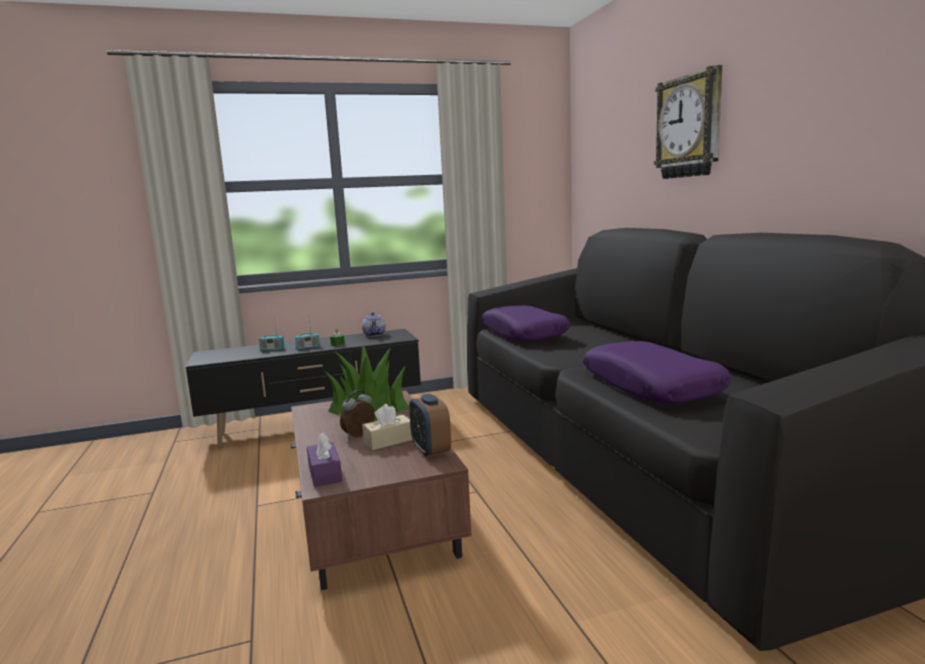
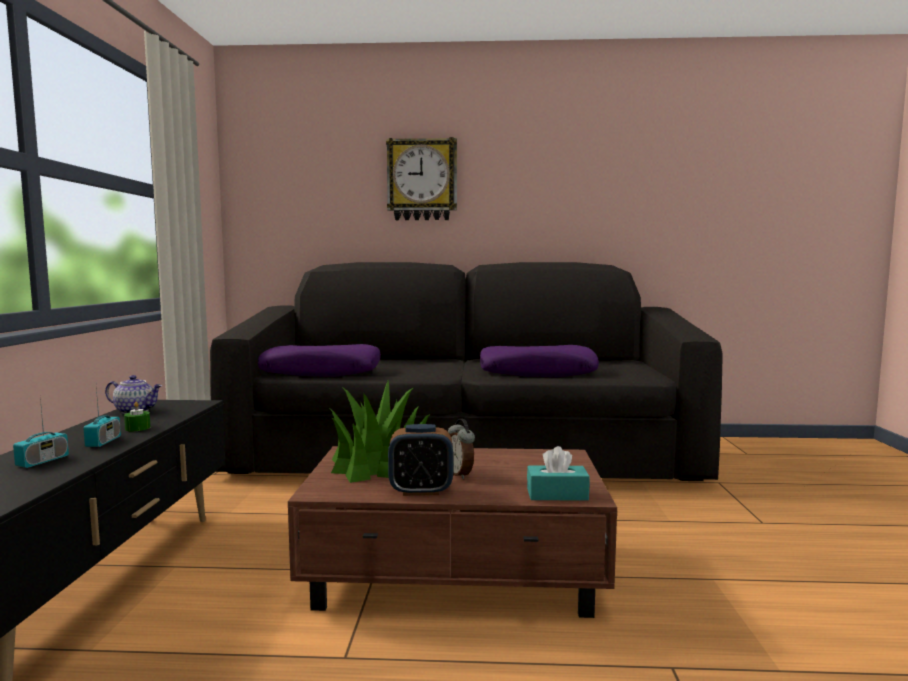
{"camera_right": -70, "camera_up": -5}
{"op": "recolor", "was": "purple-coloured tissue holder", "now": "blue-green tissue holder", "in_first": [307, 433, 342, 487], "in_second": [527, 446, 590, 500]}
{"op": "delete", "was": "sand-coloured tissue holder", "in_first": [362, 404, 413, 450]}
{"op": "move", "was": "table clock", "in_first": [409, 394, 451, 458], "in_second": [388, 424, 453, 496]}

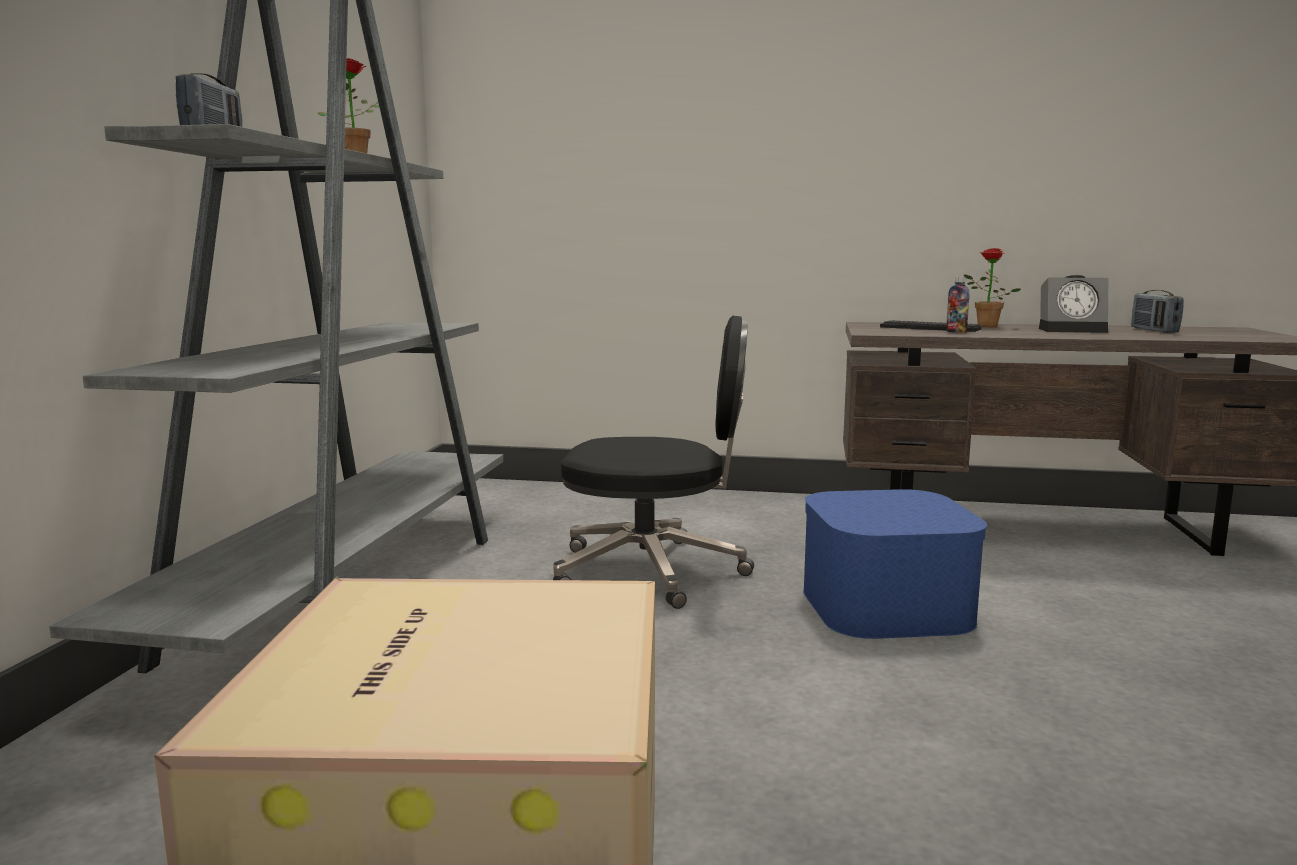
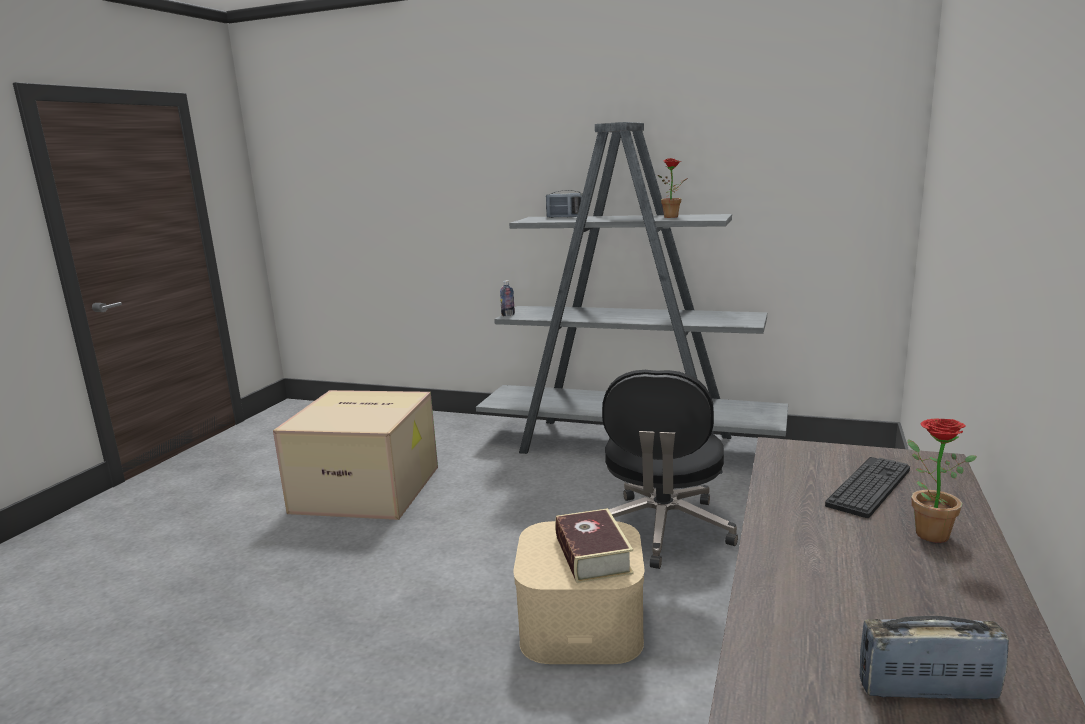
{"camera_right": 100, "camera_up": 5}
{"op": "recolor", "was": "blue storage box", "now": "sand-coloured storage box", "in_first": [803, 489, 987, 639], "in_second": [513, 521, 645, 664]}
{"op": "move", "was": "drink bottle", "in_first": [946, 276, 970, 333], "in_second": [500, 281, 515, 316]}
{"op": "delete", "was": "table clock", "in_first": [1039, 275, 1108, 333]}
{"op": "insert", "now": "volume", "in_second": [555, 508, 634, 583]}

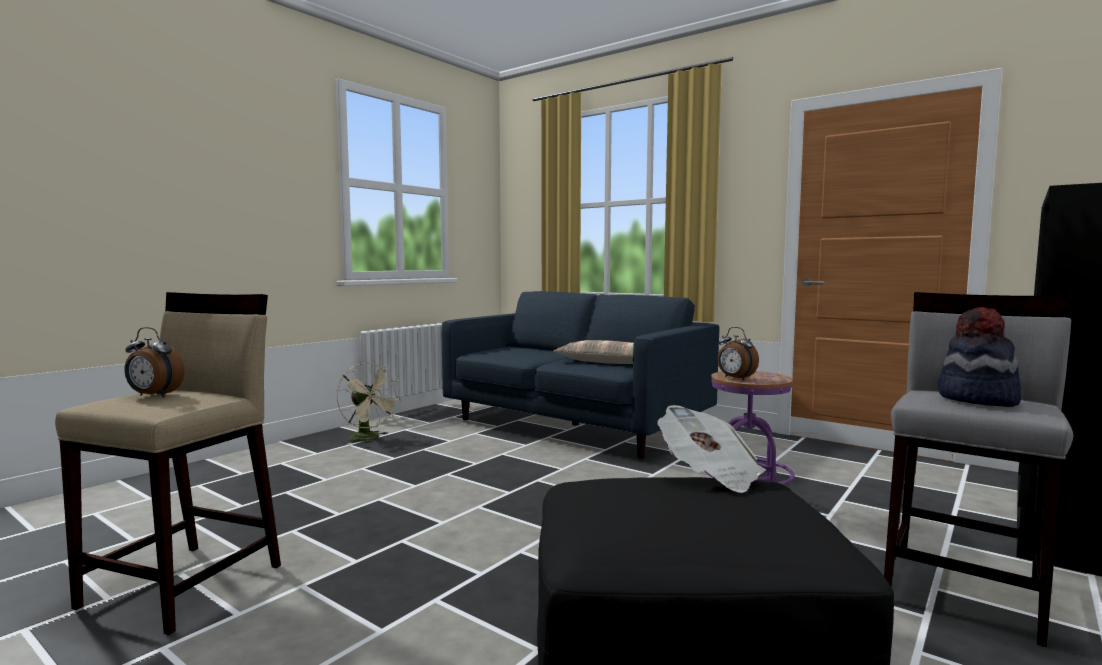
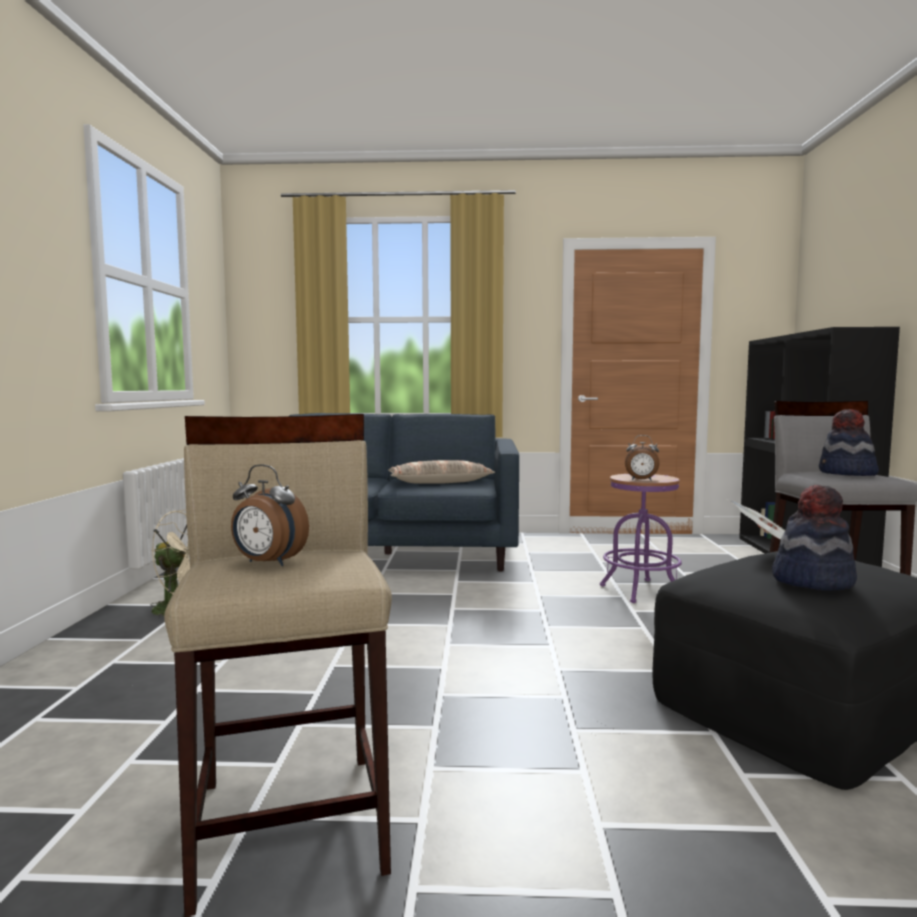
{"camera_right": -35, "camera_up": 0}
{"op": "rotate", "was": "table clock", "in_first": [124, 327, 184, 397], "in_second": [231, 464, 309, 566], "clockwise": 45}
{"op": "insert", "now": "wearable hat", "in_second": [772, 485, 857, 590]}

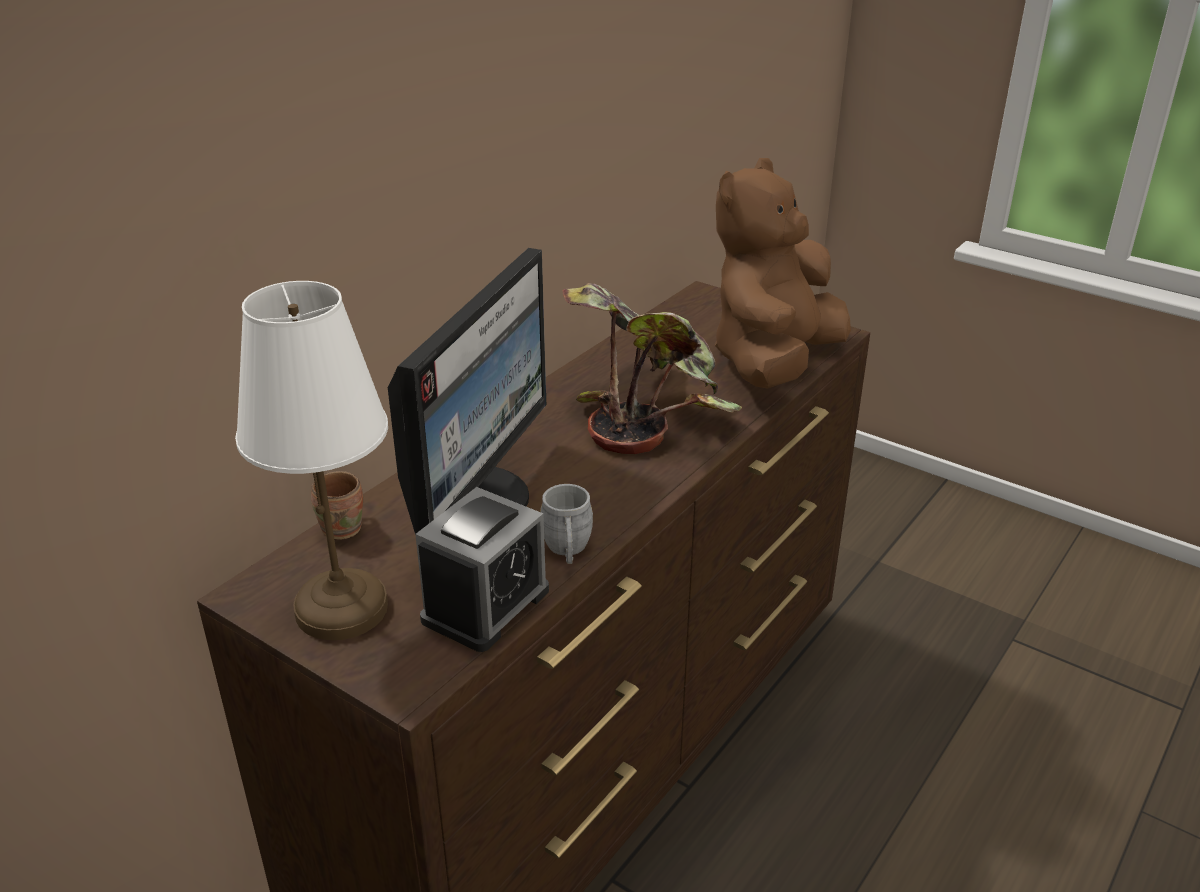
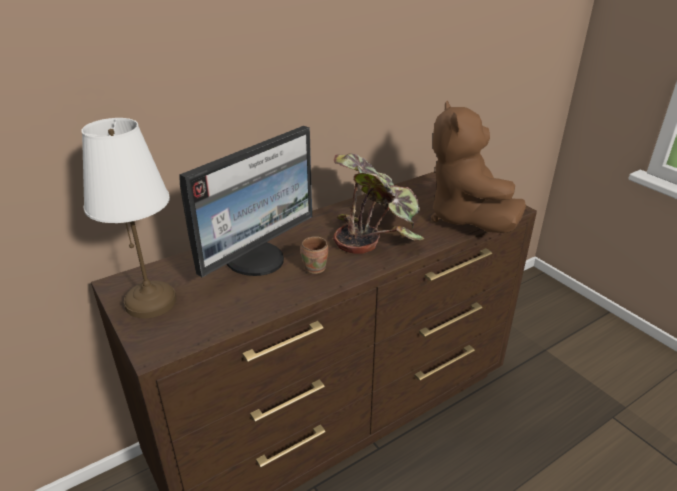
{"camera_right": 20, "camera_up": 0}
{"op": "move", "was": "brownish tea mug", "in_first": [311, 471, 363, 539], "in_second": [301, 236, 329, 274]}
{"op": "delete", "was": "table clock", "in_first": [415, 487, 549, 652]}
{"op": "delete", "was": "gray tea mug", "in_first": [540, 484, 593, 564]}
{"op": "rotate", "was": "brownish plush toy", "in_first": [715, 158, 851, 389], "in_second": [431, 100, 526, 233], "clockwise": -60}

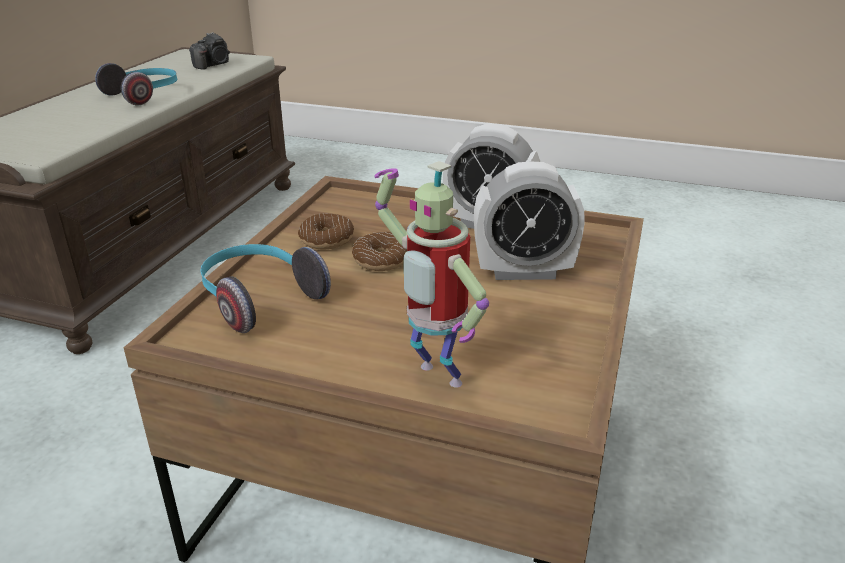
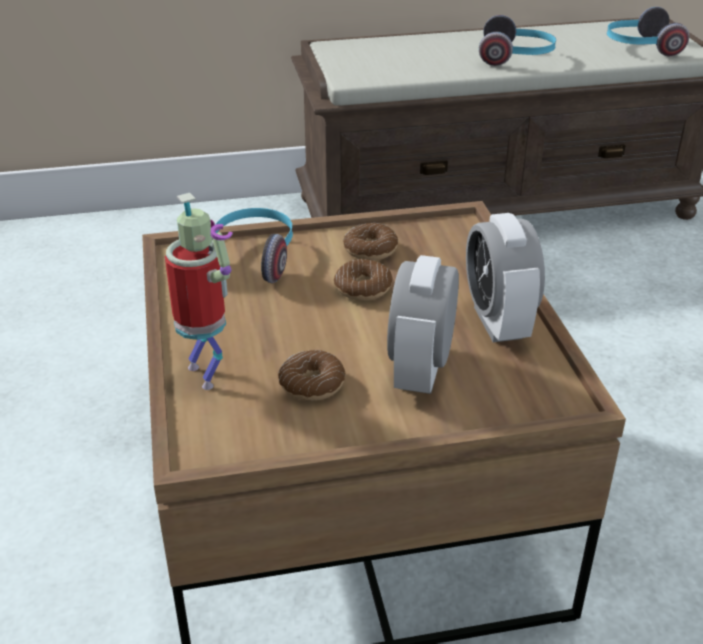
{"camera_right": 60, "camera_up": 5}
{"op": "replace", "was": "photo camera", "now": "headphones", "in_first": [189, 32, 230, 70], "in_second": [607, 7, 689, 56]}
{"op": "rotate", "was": "toy robot", "in_first": [374, 161, 489, 388], "in_second": [165, 193, 233, 390], "clockwise": 135}
{"op": "rotate", "was": "table clock", "in_first": [474, 162, 585, 280], "in_second": [387, 255, 459, 394], "clockwise": 45}
{"op": "insert", "now": "doughnut", "in_second": [278, 350, 346, 401]}

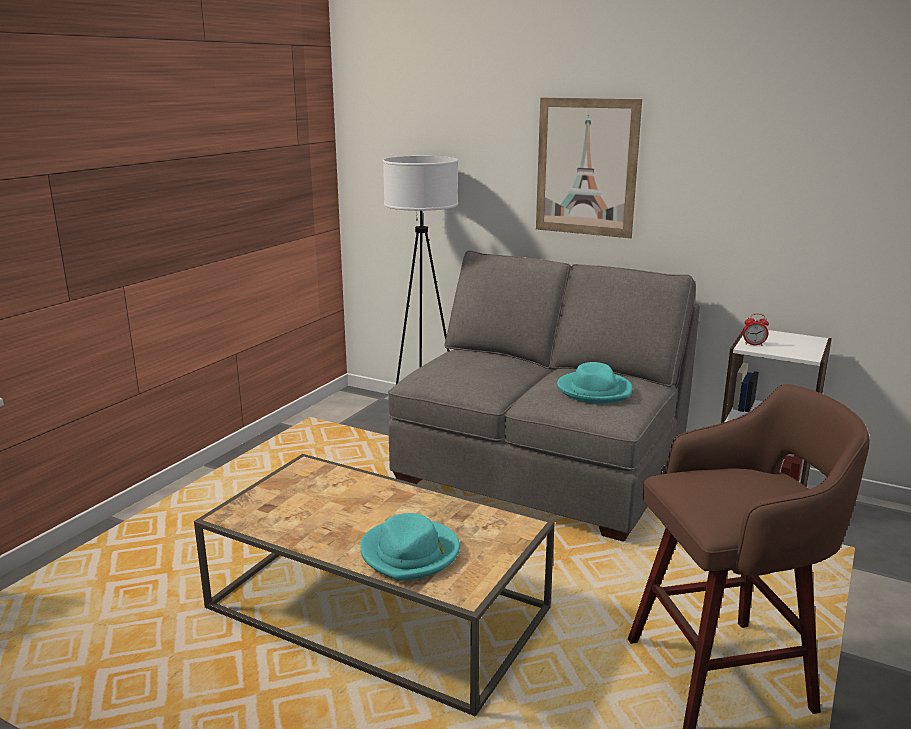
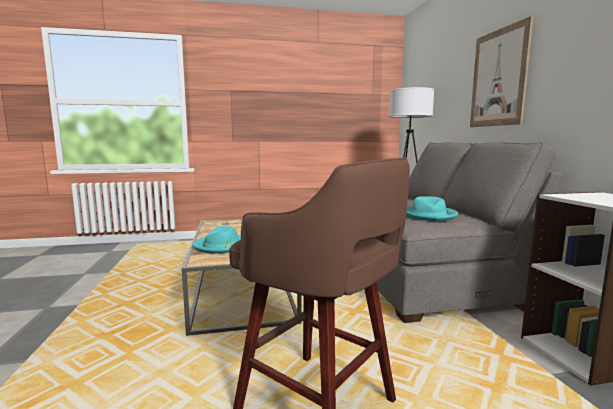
{"camera_right": 50, "camera_up": -10}
{"op": "delete", "was": "table clock", "in_first": [743, 314, 769, 346]}

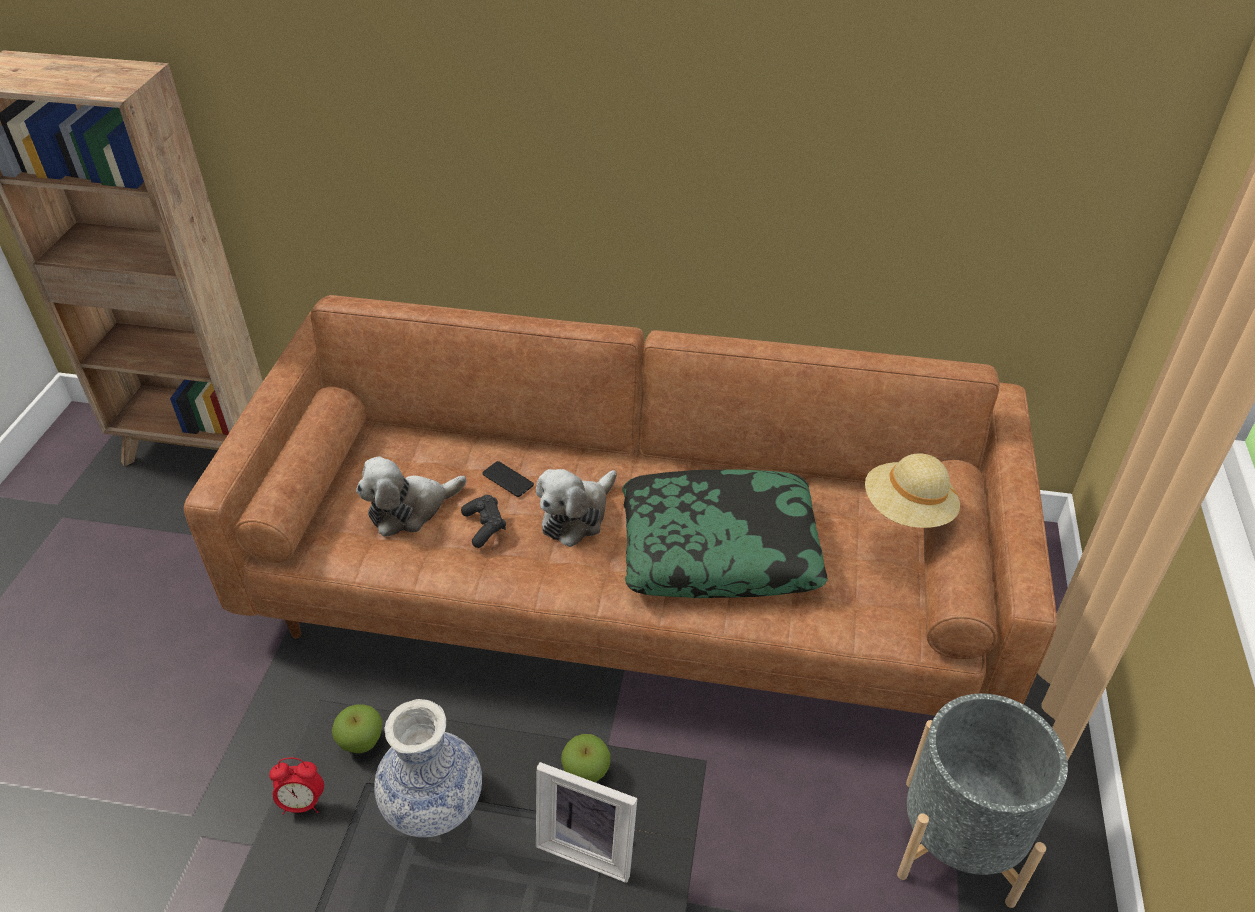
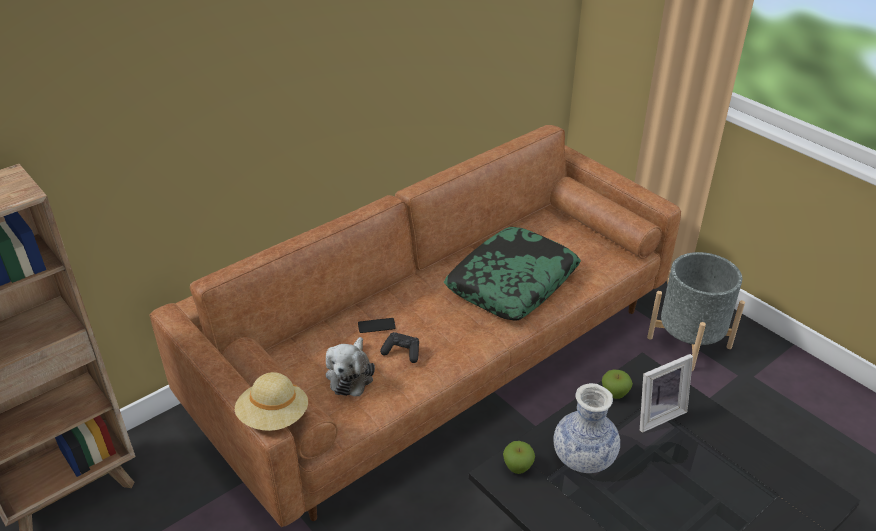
{"camera_right": -50, "camera_up": -5}
{"op": "delete", "was": "table clock", "in_first": [269, 758, 324, 815]}
{"op": "delete", "was": "plush toy", "in_first": [536, 469, 617, 547]}
{"op": "move", "was": "sand-coloured wearable hat", "in_first": [865, 453, 960, 528], "in_second": [235, 372, 308, 431]}

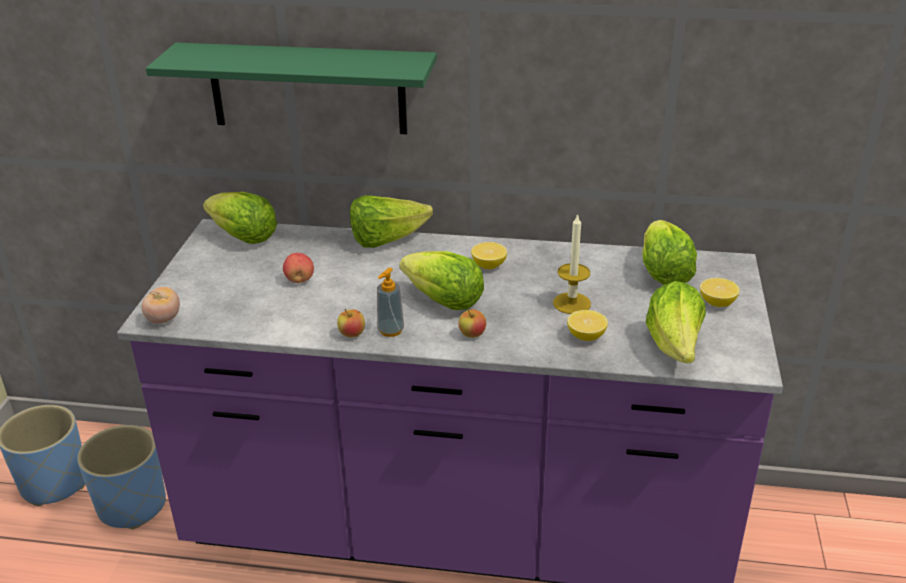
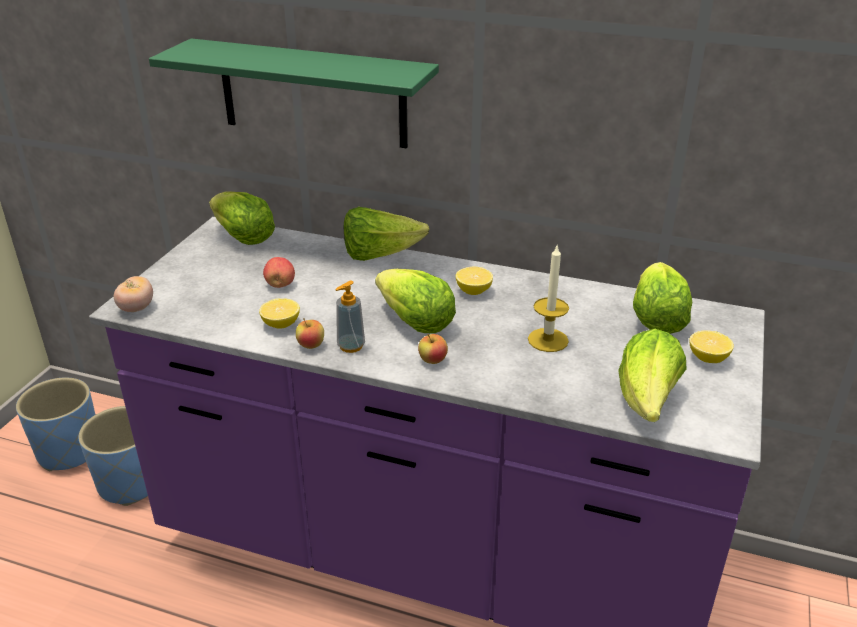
{"camera_right": 10, "camera_up": 0}
{"op": "move", "was": "lemon", "in_first": [567, 310, 608, 341], "in_second": [259, 298, 300, 329]}

